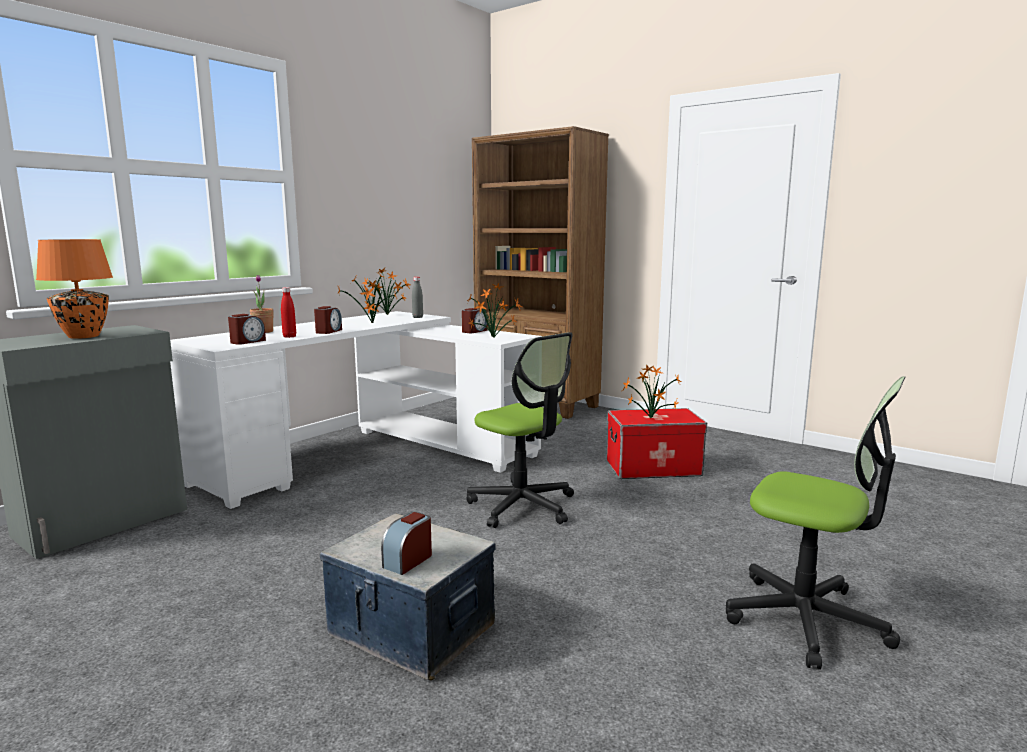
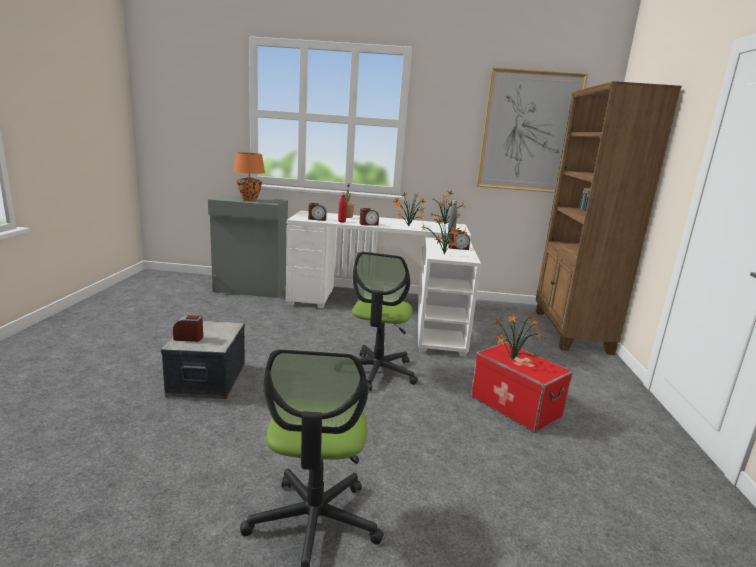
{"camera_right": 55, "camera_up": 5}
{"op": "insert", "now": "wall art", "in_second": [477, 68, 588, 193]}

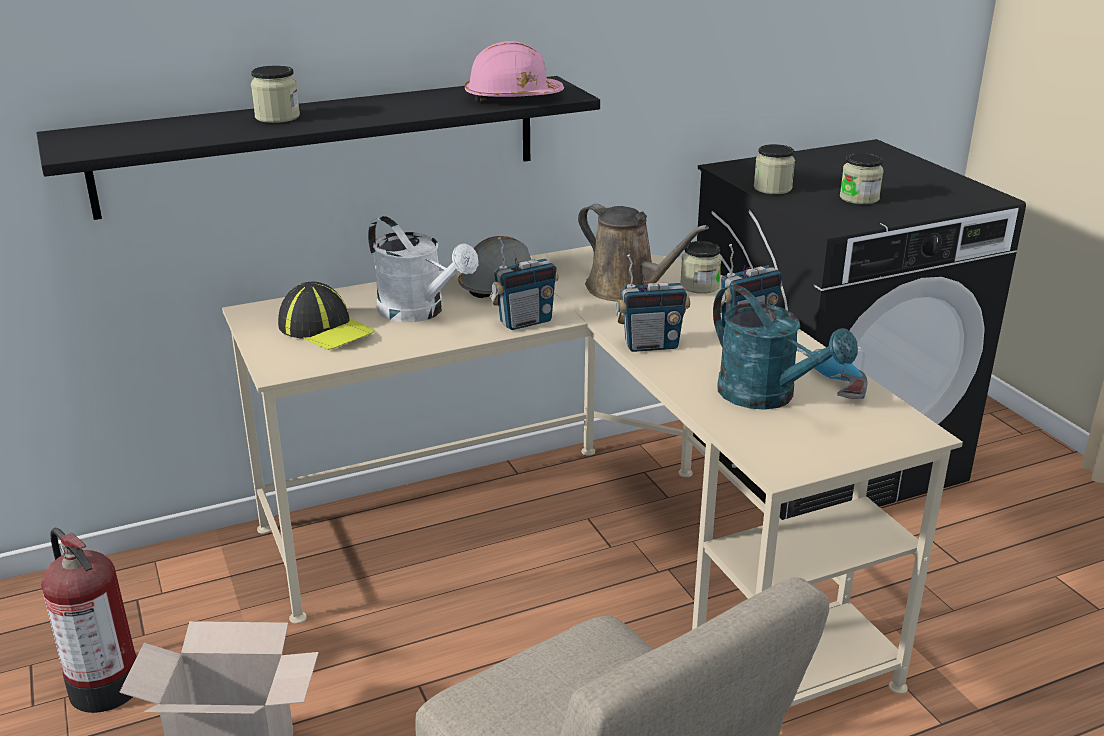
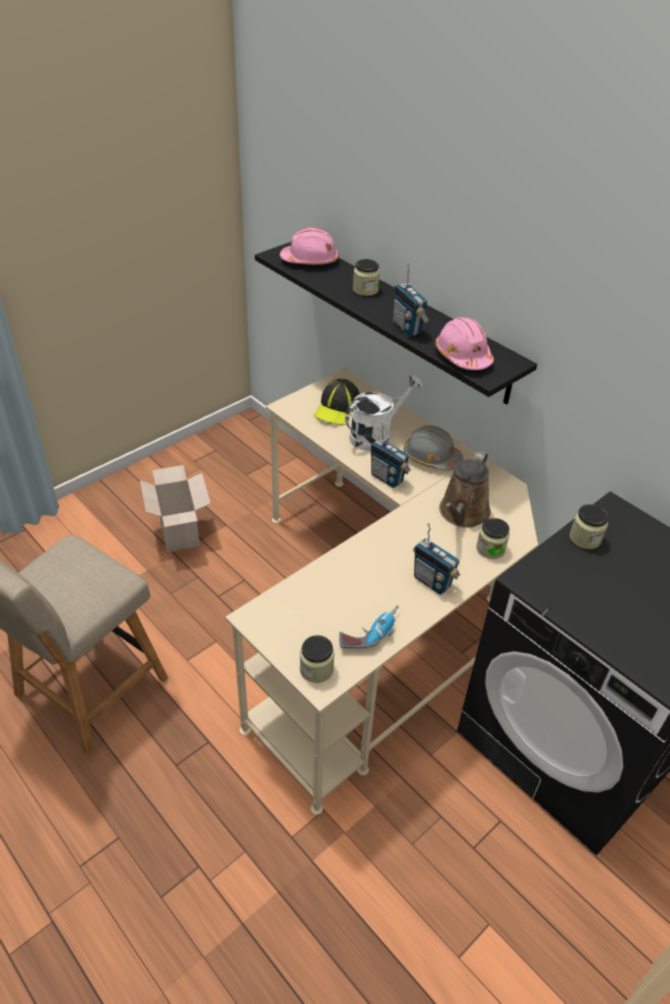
{"camera_right": 70, "camera_up": 15}
{"op": "delete", "was": "extinguisher", "in_first": [41, 528, 136, 713]}
{"op": "rotate", "was": "white-coloured watering pot", "in_first": [368, 216, 478, 322], "in_second": [345, 375, 423, 451], "clockwise": -150}
{"op": "move", "was": "radio receiver", "in_first": [617, 255, 690, 352], "in_second": [393, 263, 429, 337]}
{"op": "delete", "was": "blue-green watering pot", "in_first": [713, 284, 858, 410]}
{"op": "move", "was": "storage jar", "in_first": [840, 153, 884, 204], "in_second": [300, 635, 335, 683]}
{"op": "insert", "now": "pink-coloured hard hat", "in_second": [280, 227, 339, 265]}

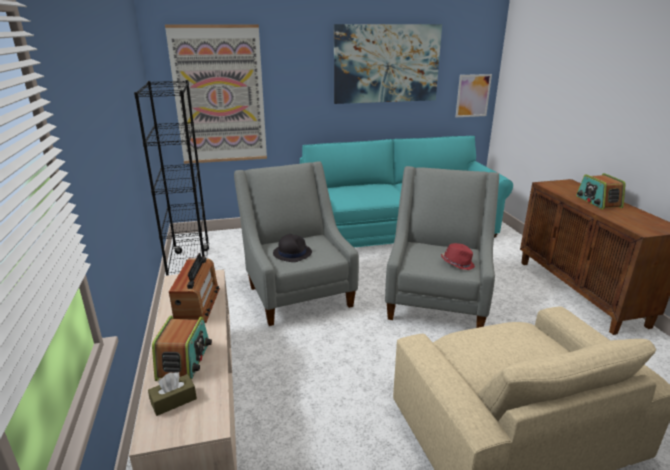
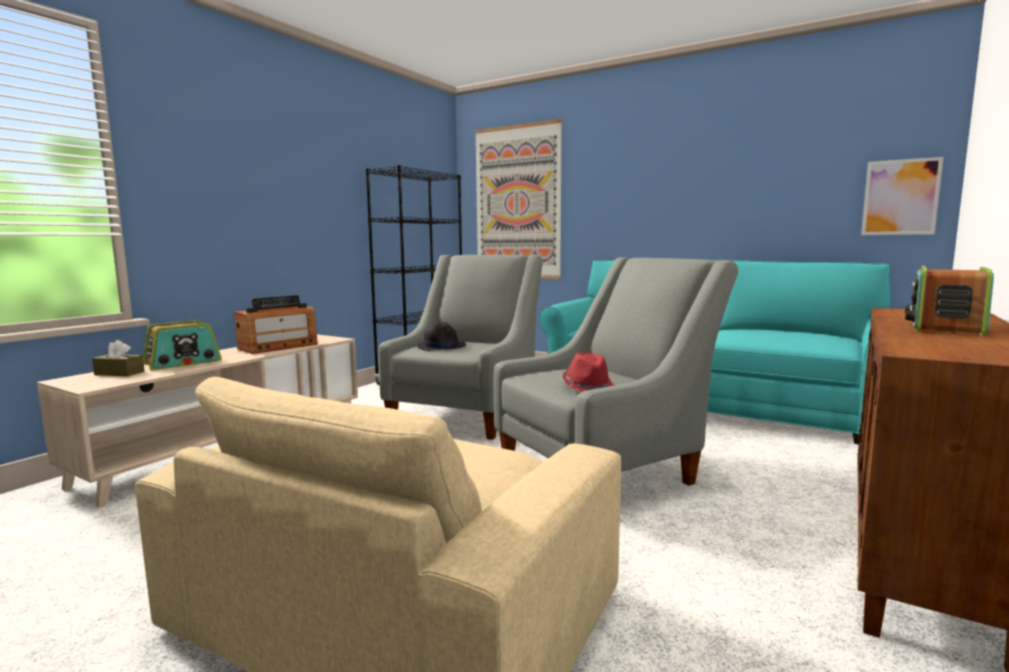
{"camera_right": 45, "camera_up": -15}
{"op": "delete", "was": "wall art", "in_first": [334, 24, 442, 104]}

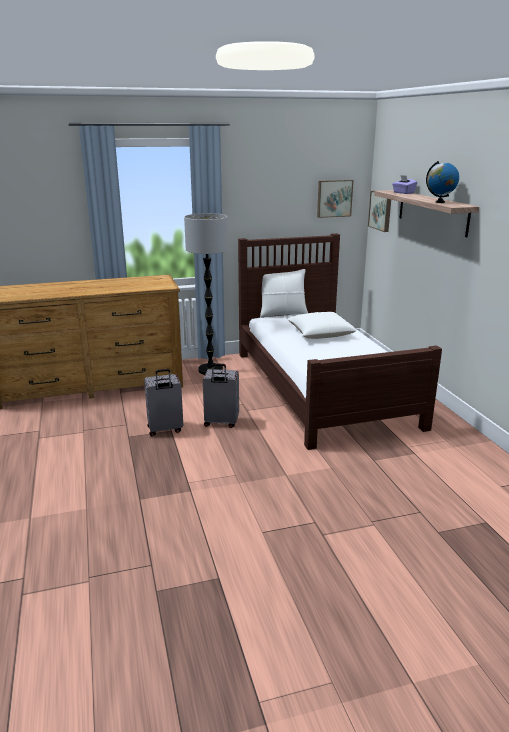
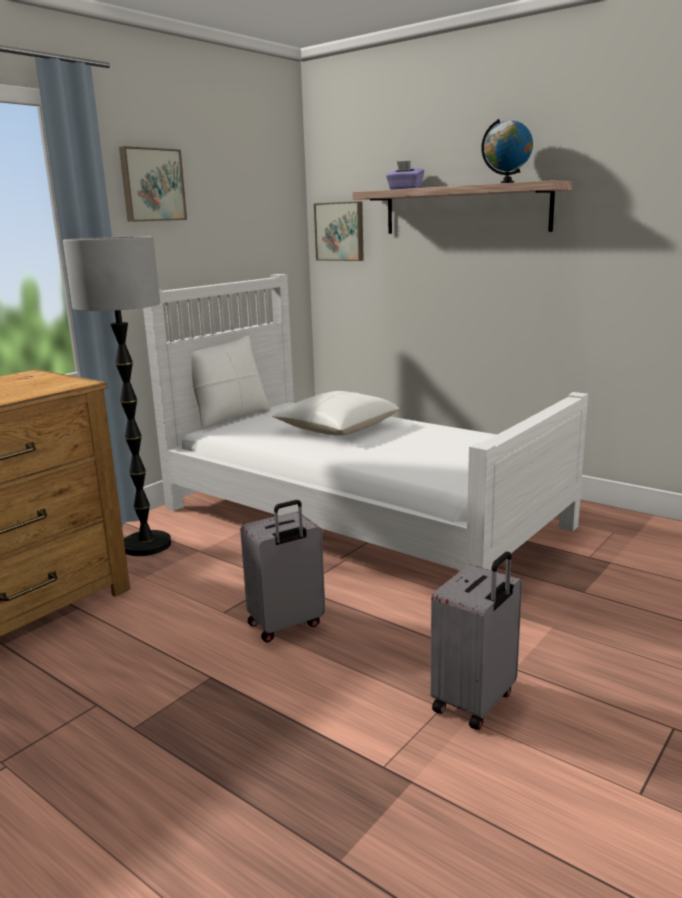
{"camera_right": -35, "camera_up": -5}
{"op": "move", "was": "gray piece of luggage", "in_first": [144, 369, 183, 436], "in_second": [431, 552, 522, 730]}
{"op": "recolor", "was": "brownish bed", "now": "white-coloured bed", "in_first": [238, 233, 442, 450], "in_second": [143, 274, 588, 570]}
{"op": "move", "was": "wall art", "in_first": [317, 180, 353, 218], "in_second": [119, 146, 187, 222]}

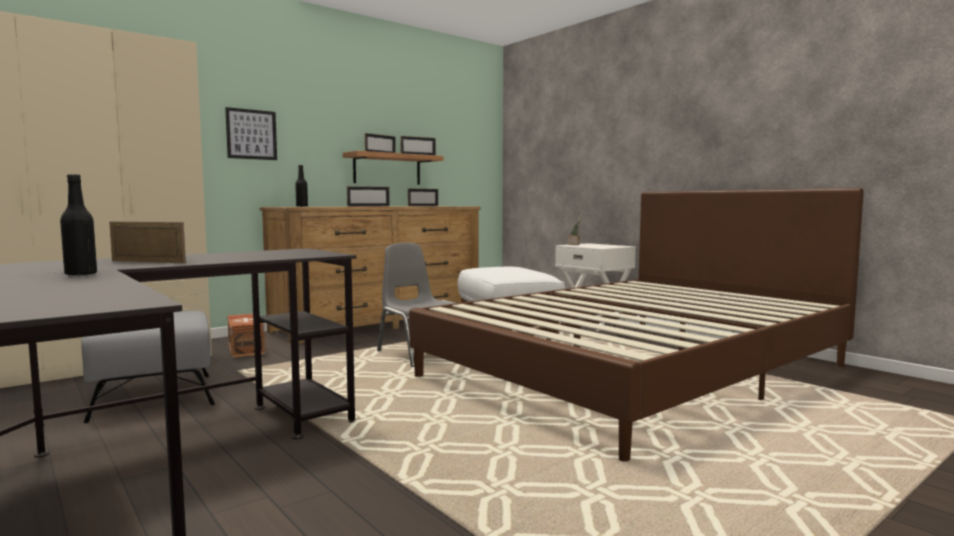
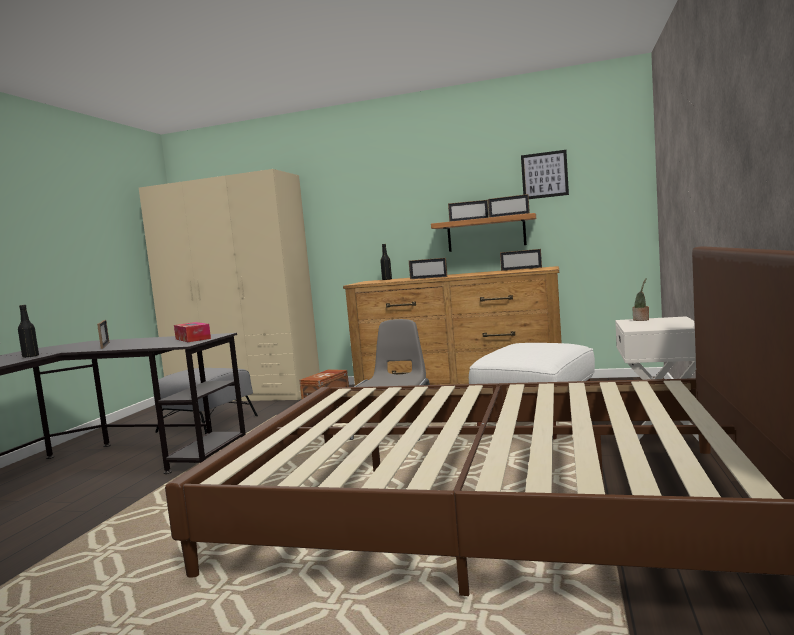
{"camera_right": 55, "camera_up": 0}
{"op": "move", "was": "wall art", "in_first": [225, 107, 277, 160], "in_second": [521, 150, 569, 199]}
{"op": "insert", "now": "tissue holder", "in_second": [174, 322, 211, 342]}

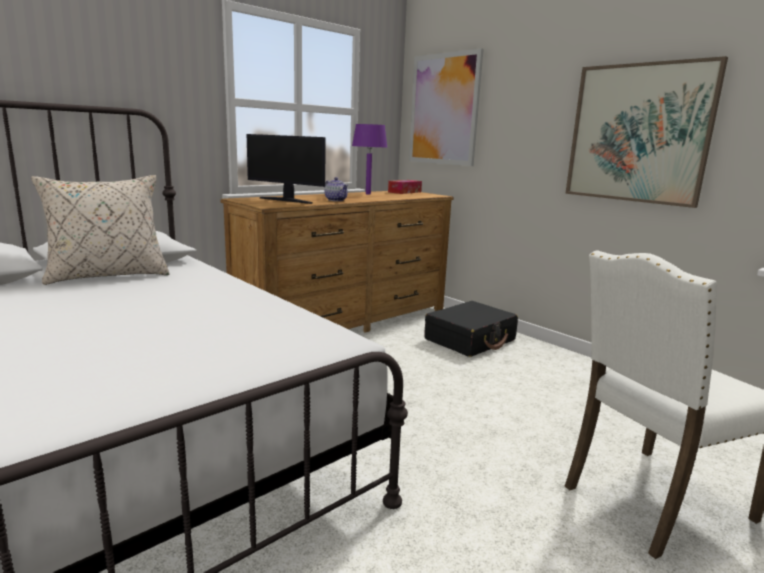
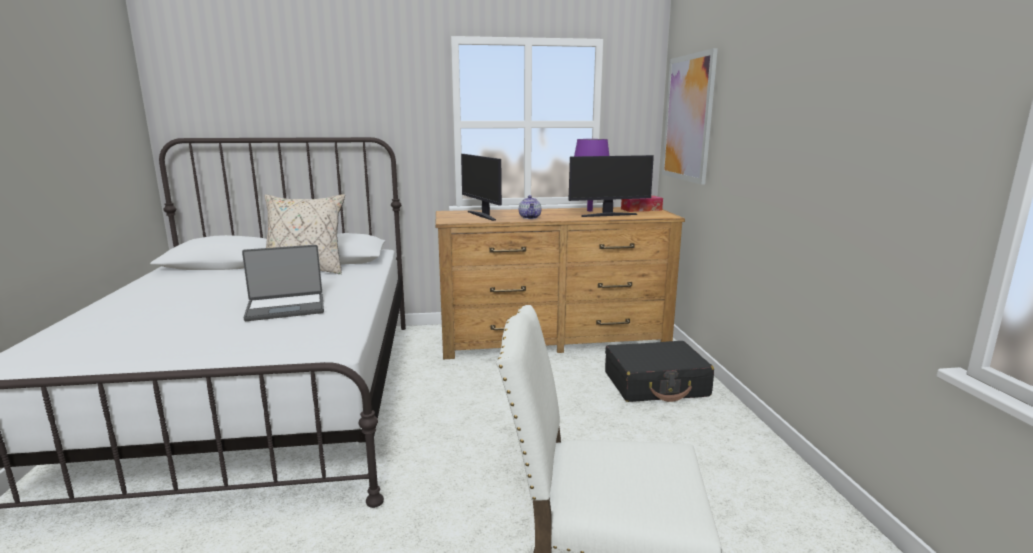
{"camera_right": 35, "camera_up": 0}
{"op": "delete", "was": "wall art", "in_first": [565, 56, 728, 208]}
{"op": "insert", "now": "laptop", "in_second": [242, 245, 324, 321]}
{"op": "insert", "now": "computer display", "in_second": [568, 155, 654, 217]}

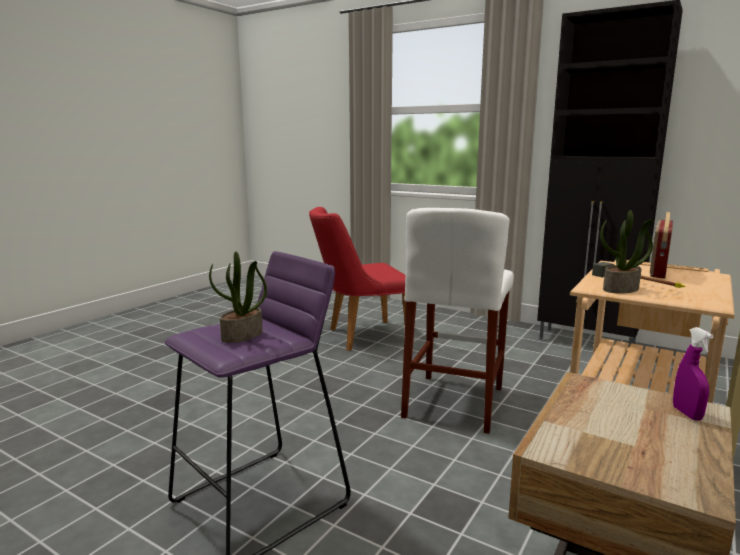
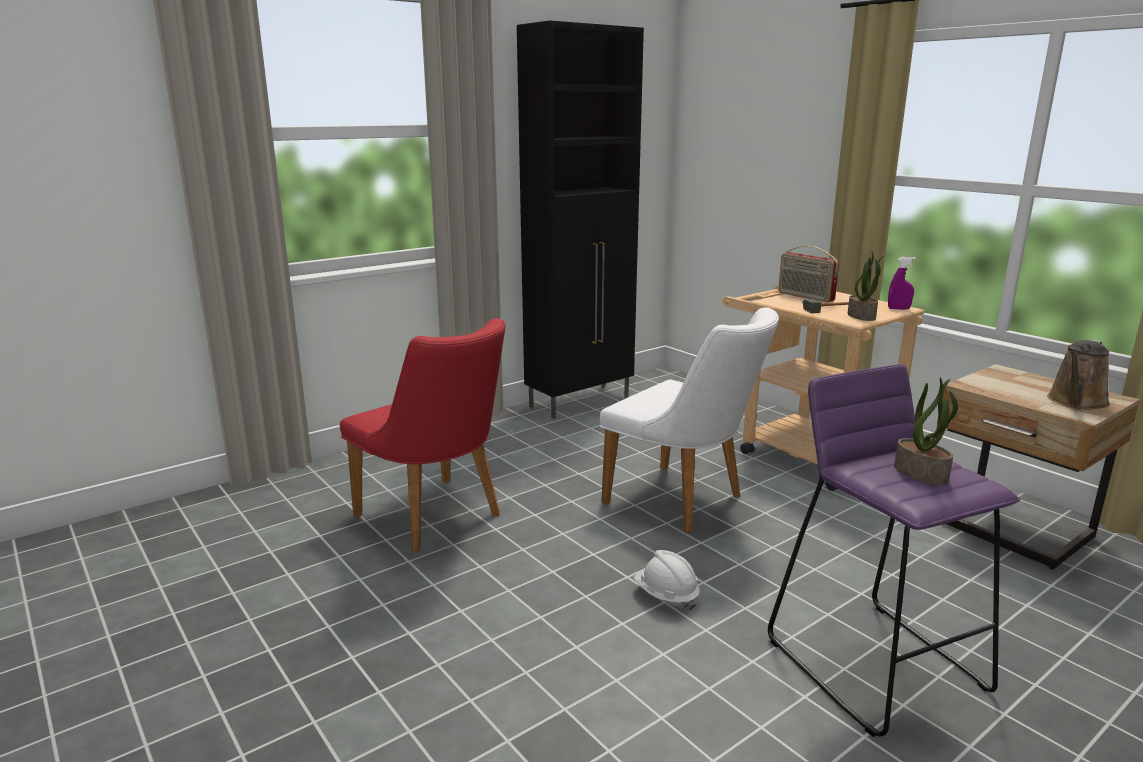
{"camera_right": -70, "camera_up": 5}
{"op": "rotate", "was": "reddish chair", "in_first": [309, 207, 406, 351], "in_second": [340, 319, 505, 551], "clockwise": -45}
{"op": "replace", "was": "white-coloured stool seat", "now": "white-coloured chair", "in_first": [401, 208, 514, 434], "in_second": [600, 307, 779, 533]}
{"op": "move", "was": "purple-coloured hand sprayer", "in_first": [673, 327, 714, 421], "in_second": [888, 257, 916, 310]}
{"op": "insert", "now": "white-coloured hard hat", "in_second": [634, 550, 700, 610]}
{"op": "insert", "now": "brownish watering pot", "in_second": [1047, 340, 1110, 410]}

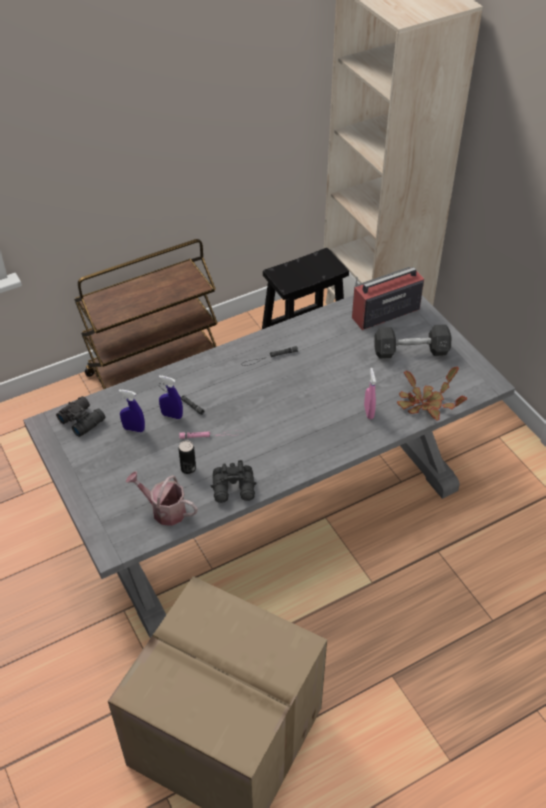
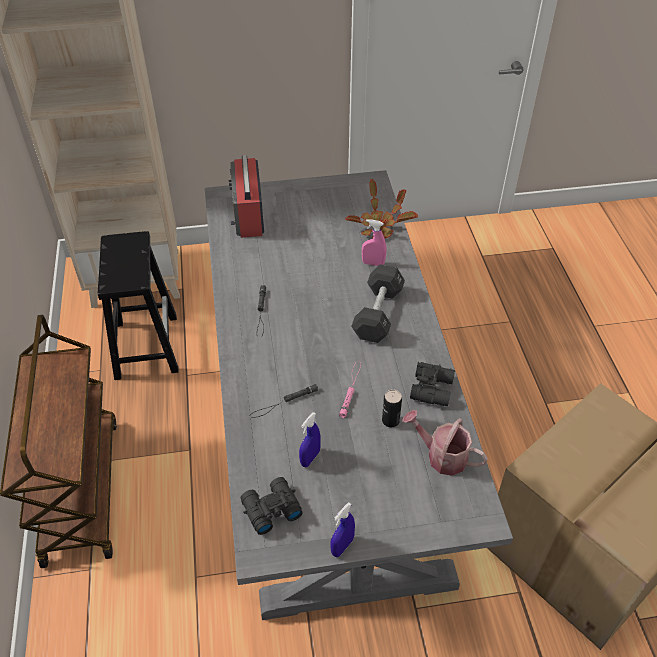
{"camera_right": -70, "camera_up": 0}
{"op": "rotate", "was": "watering pot", "in_first": [125, 471, 198, 526], "in_second": [402, 410, 488, 476], "clockwise": 75}
{"op": "move", "was": "blue hand sprayer", "in_first": [159, 375, 183, 419], "in_second": [330, 502, 355, 557]}
{"op": "move", "was": "black free weight", "in_first": [374, 324, 451, 359], "in_second": [351, 264, 405, 343]}

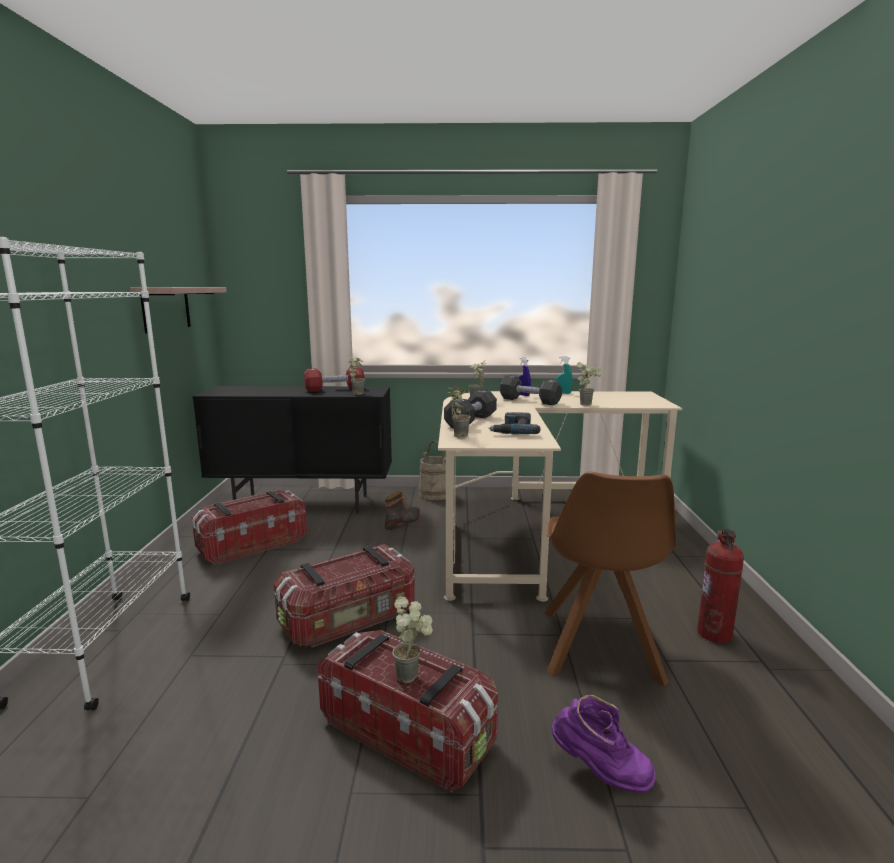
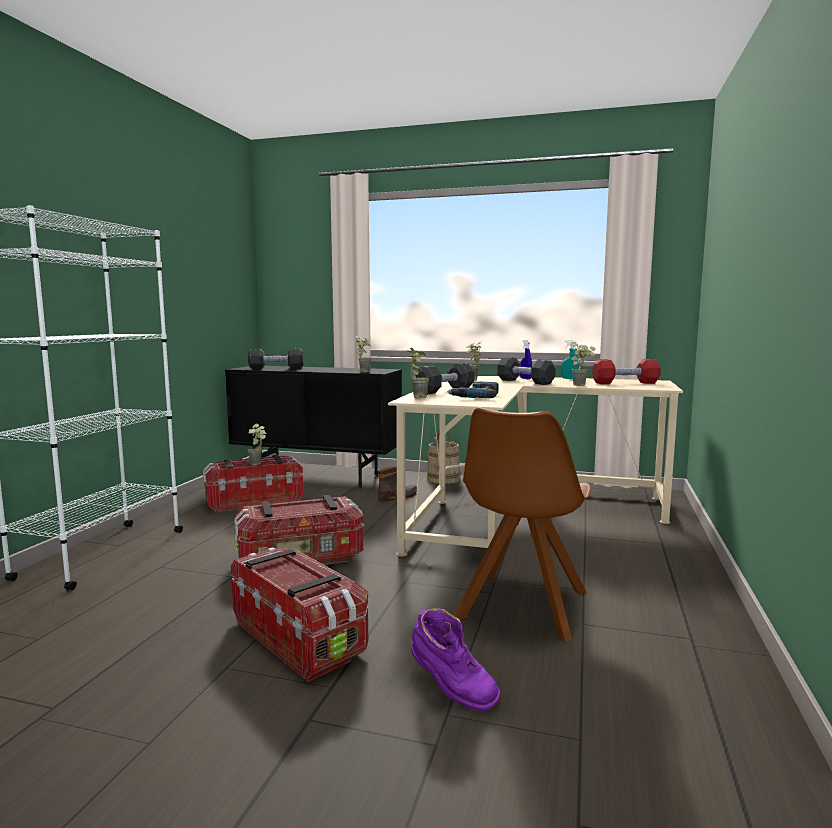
{"camera_right": 15, "camera_up": -5}
{"op": "delete", "was": "wall shelf", "in_first": [130, 287, 227, 333]}
{"op": "move", "was": "reddish free weight", "in_first": [304, 367, 364, 392], "in_second": [592, 359, 661, 384]}
{"op": "move", "was": "houseplant", "in_first": [392, 596, 433, 683], "in_second": [248, 423, 267, 466]}
{"op": "delete", "was": "extinguisher", "in_first": [697, 528, 744, 643]}
{"op": "insert", "now": "black free weight", "in_second": [248, 348, 304, 369]}

